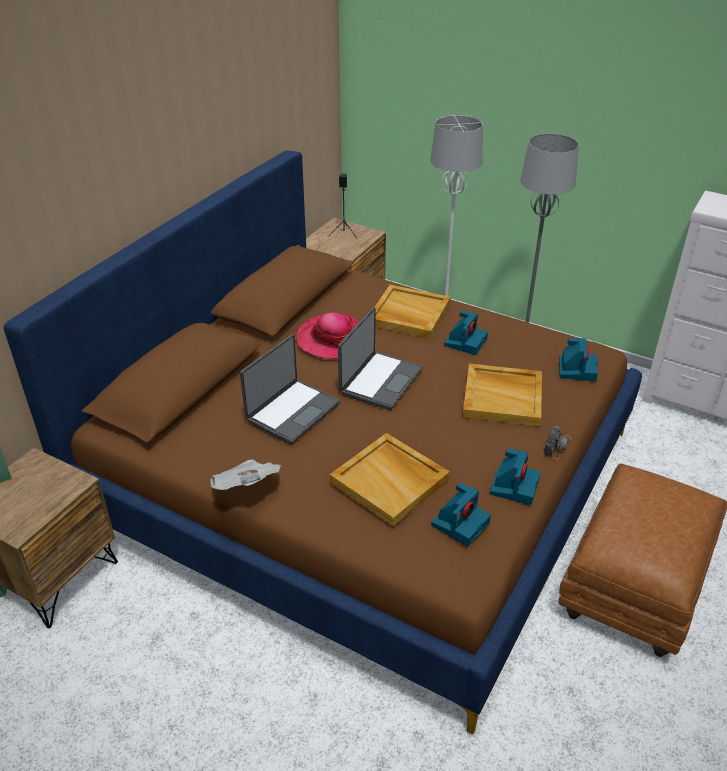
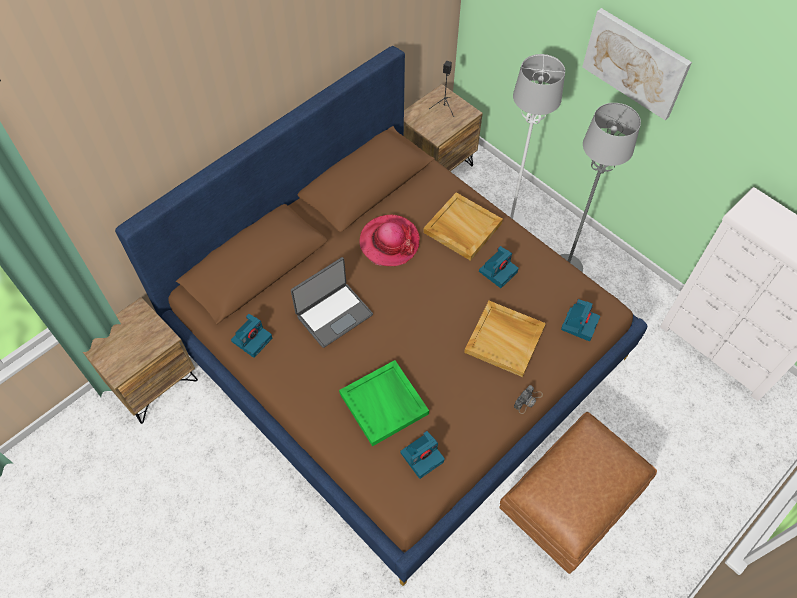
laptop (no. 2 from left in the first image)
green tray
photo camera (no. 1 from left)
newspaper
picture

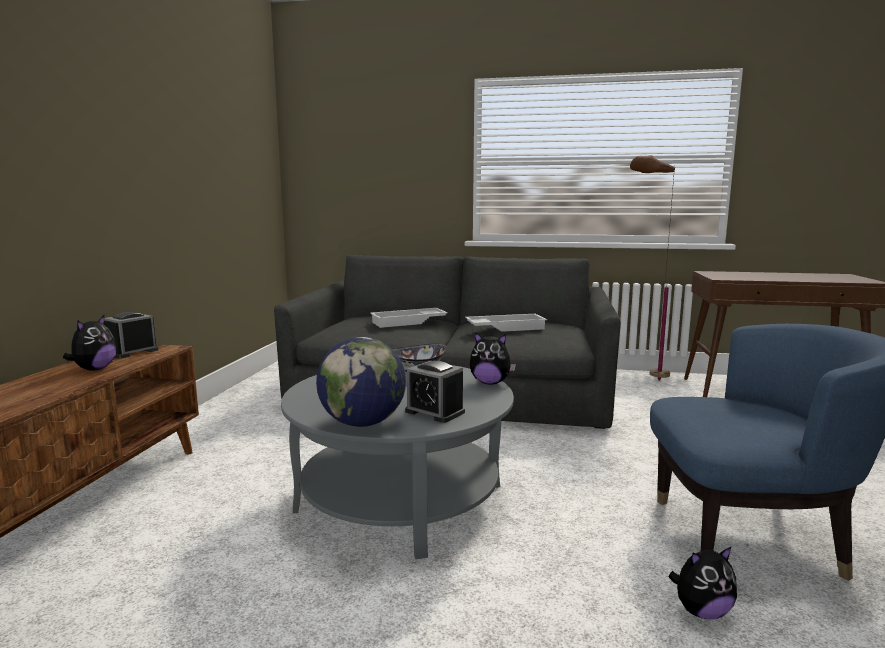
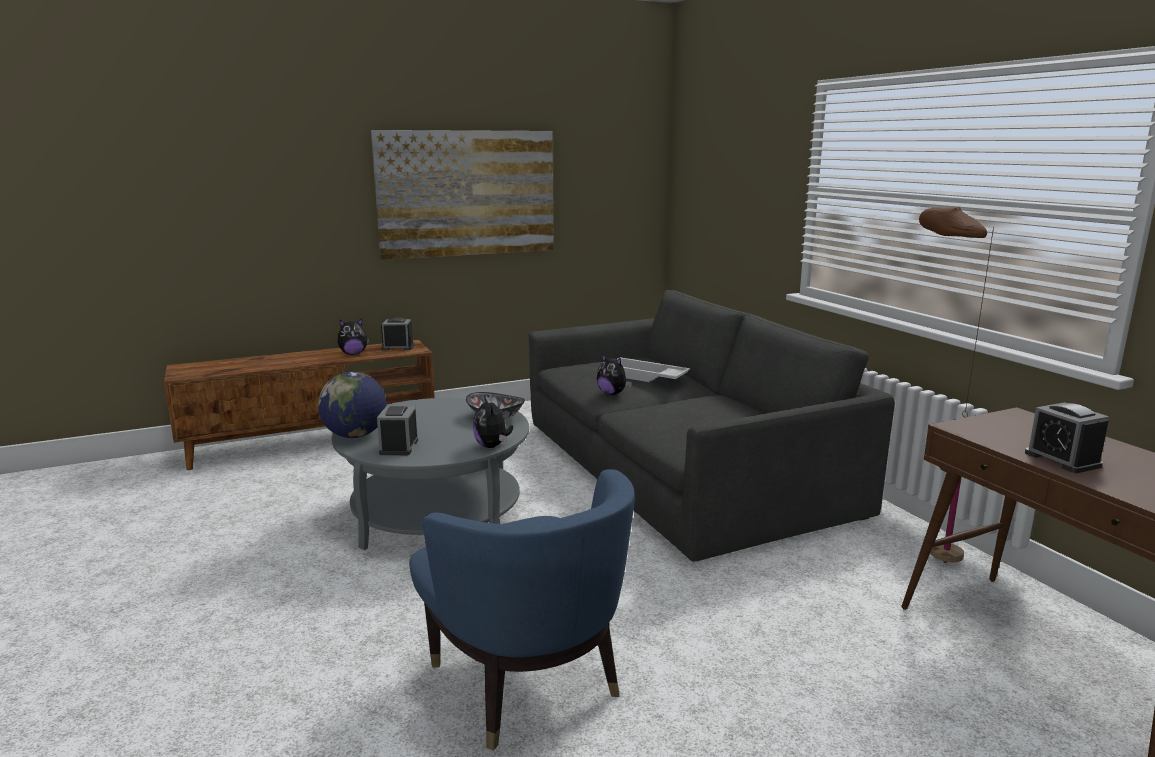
white tray (no. 2 from left in the first image)
plush toy (no. 3 from left)
picture
alarm clock (no. 3 from left)

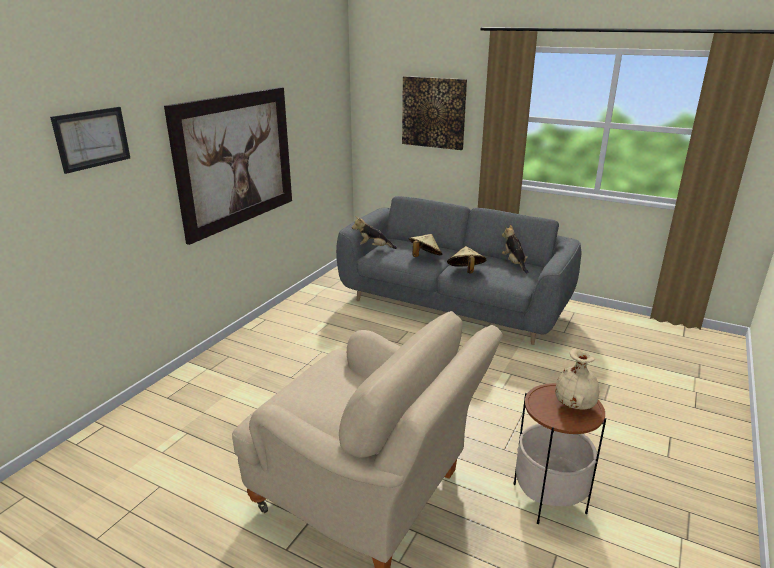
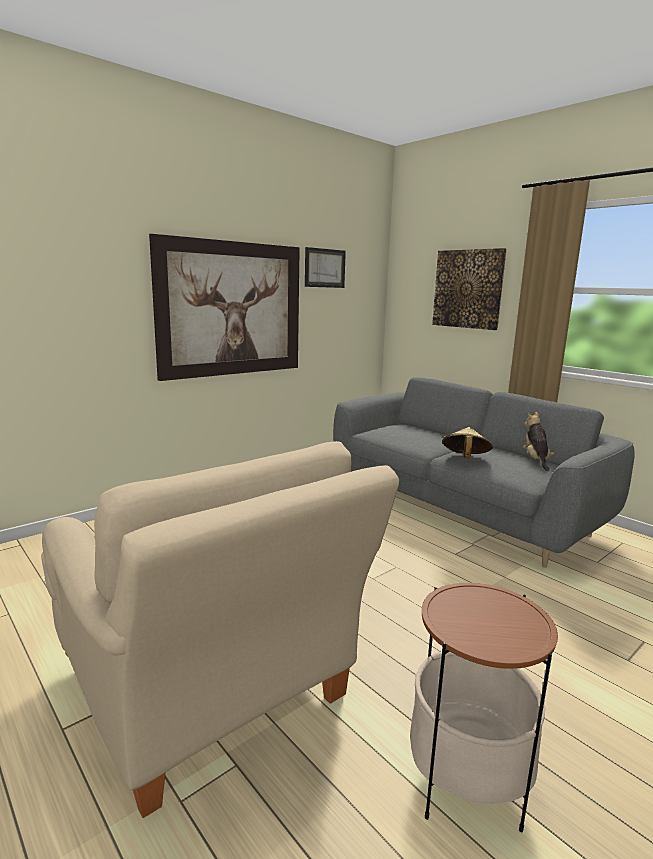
picture (no. 2 from left)
plush toy (no. 1 from left in the first image)
beige hat (no. 1 from left in the first image)
beige vase

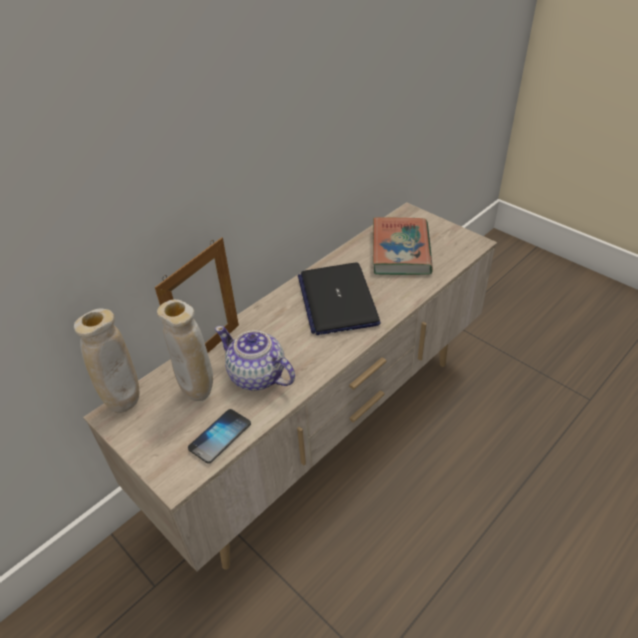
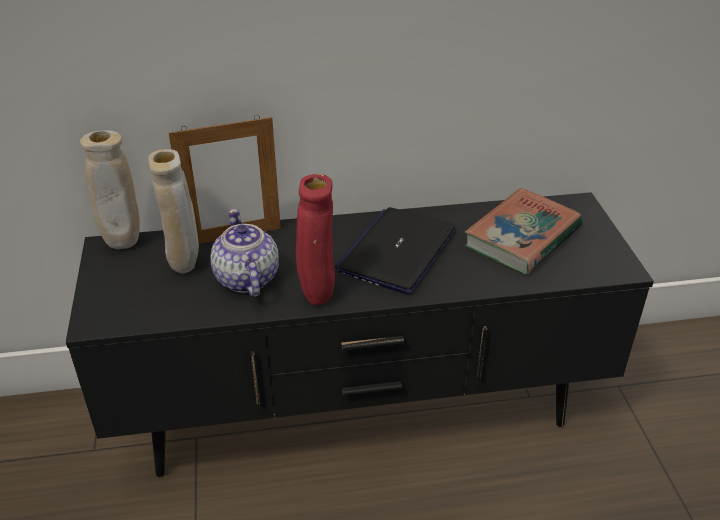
black tv stand
phone
red vase

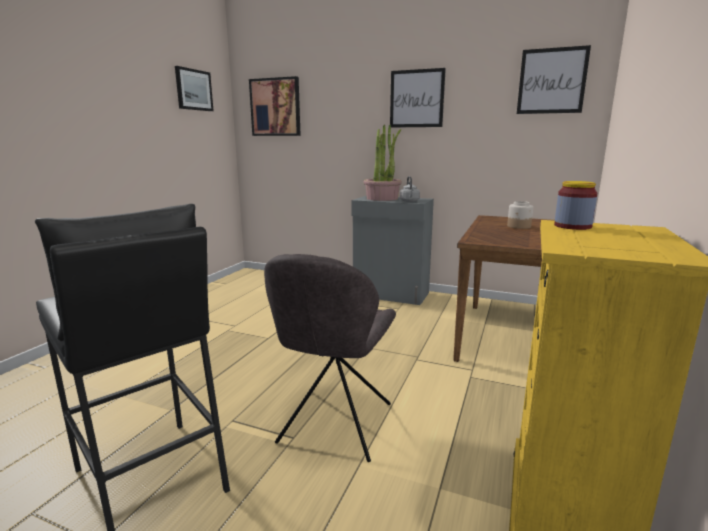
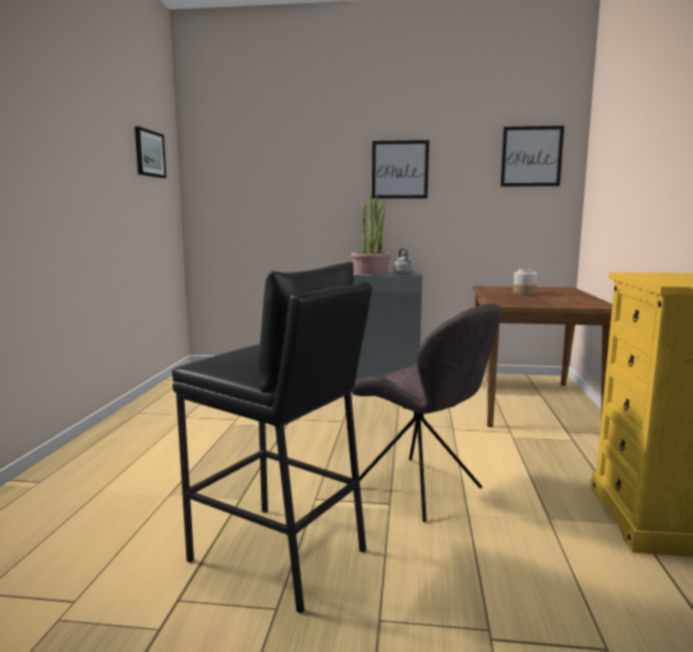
picture (no. 2 from left in the first image)
jar (no. 2 from left in the first image)
grey chair

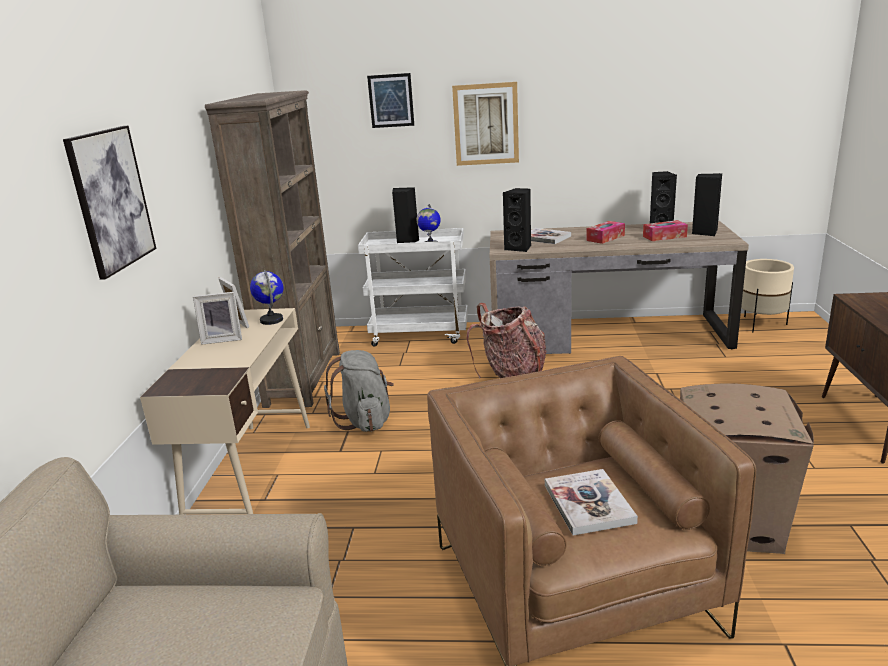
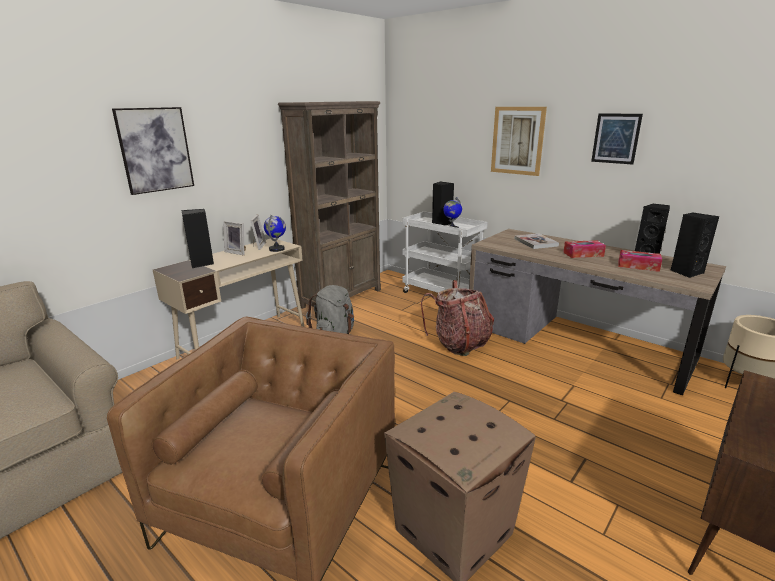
picture (no. 3 from left)
black speaker (no. 1 from left)
book (no. 2 from left in the first image)

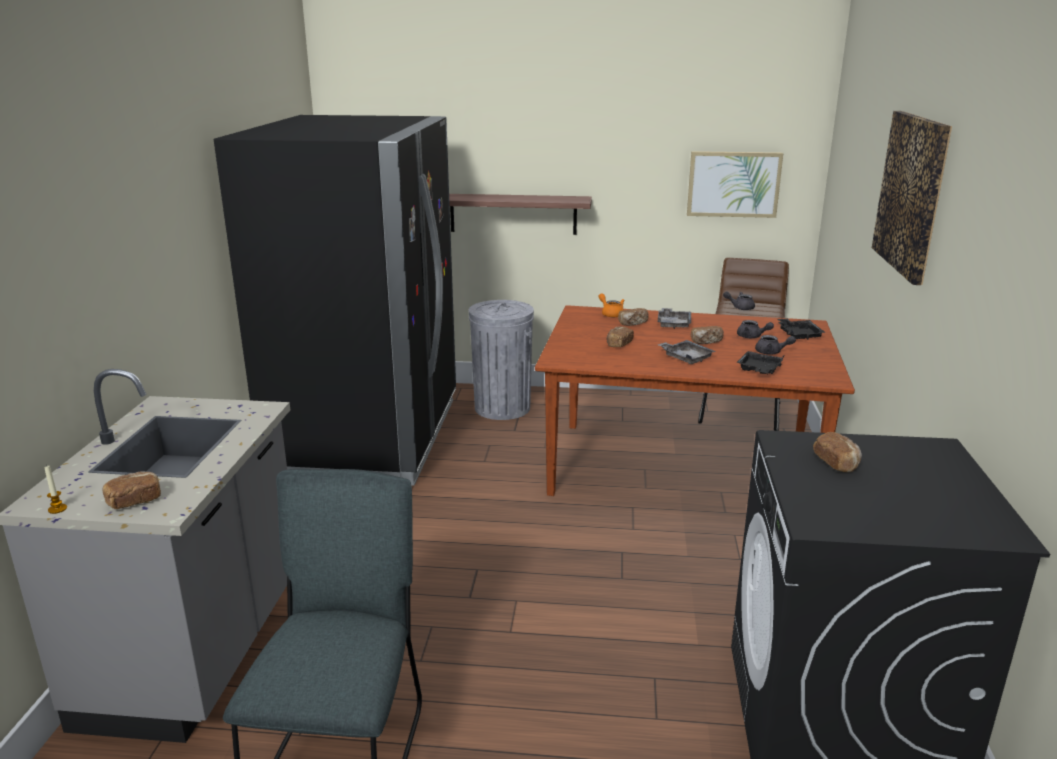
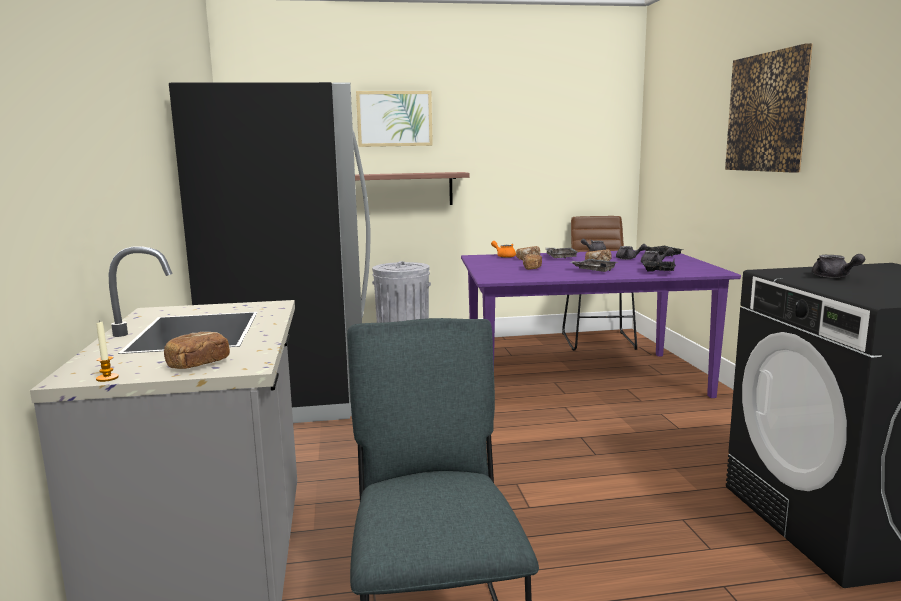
picture (no. 1 from left)
purple dining table
grey teapot (no. 4 from left)

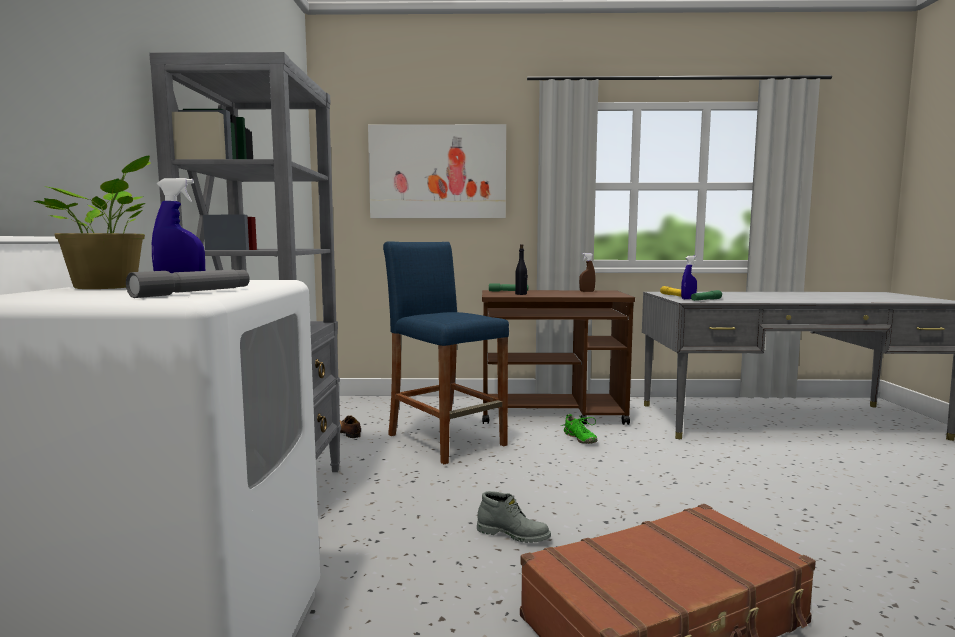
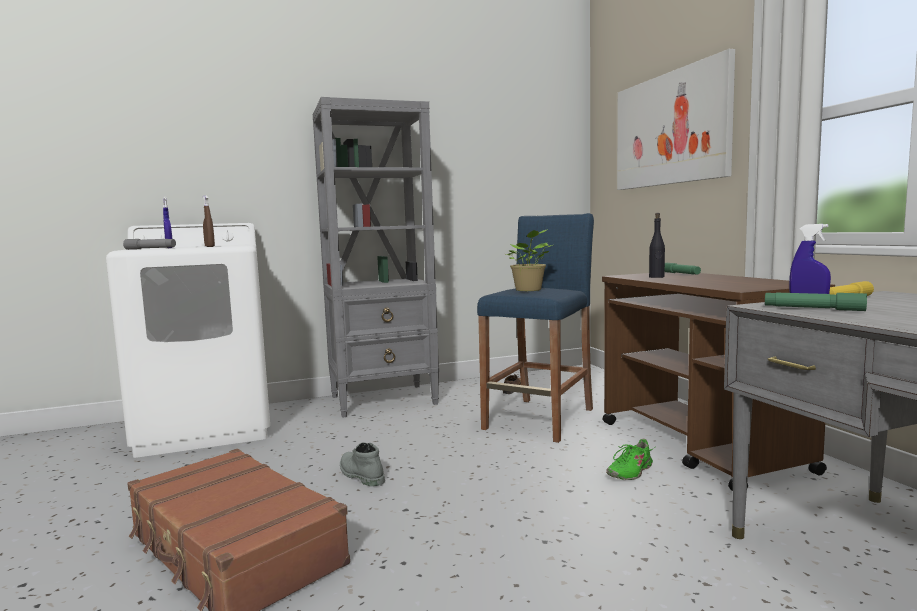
potted plant
brown spray bottle
grey boot

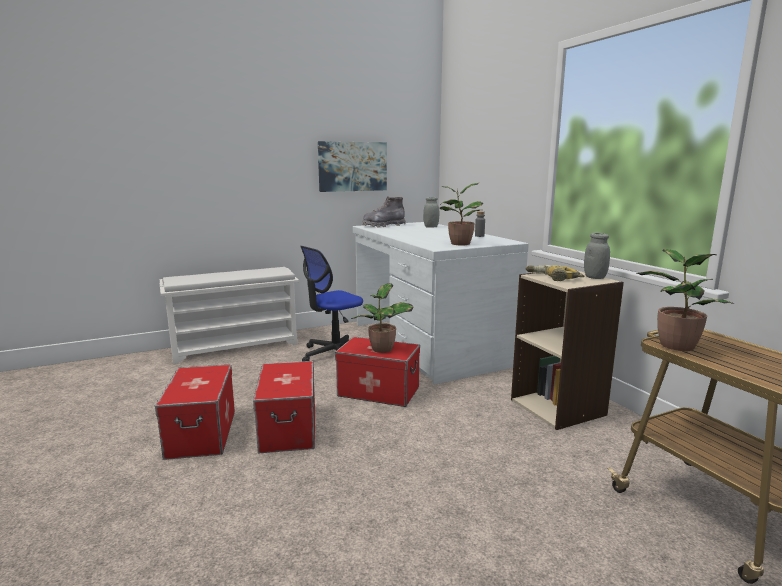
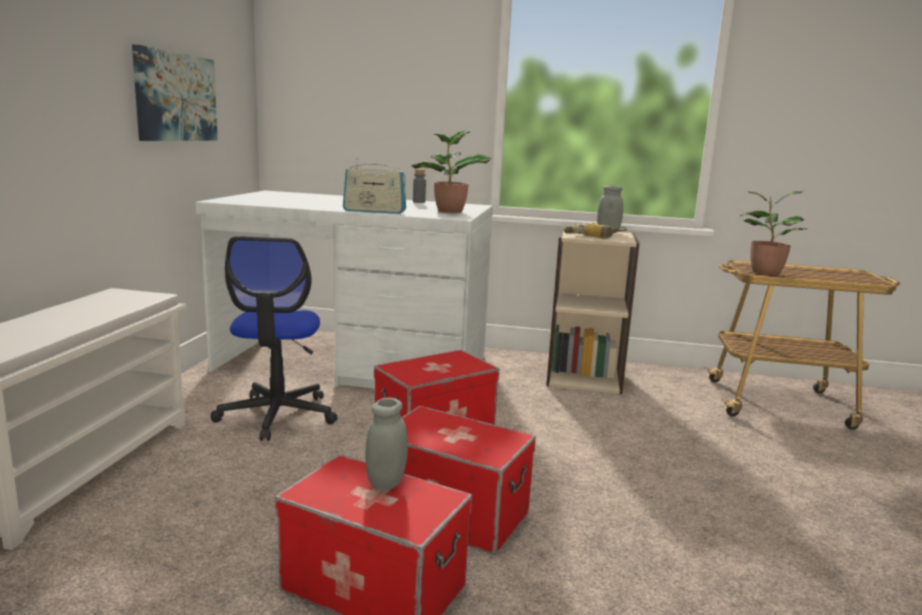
grey boot
grey jar (no. 1 from left)
potted plant (no. 1 from left in the first image)
radio

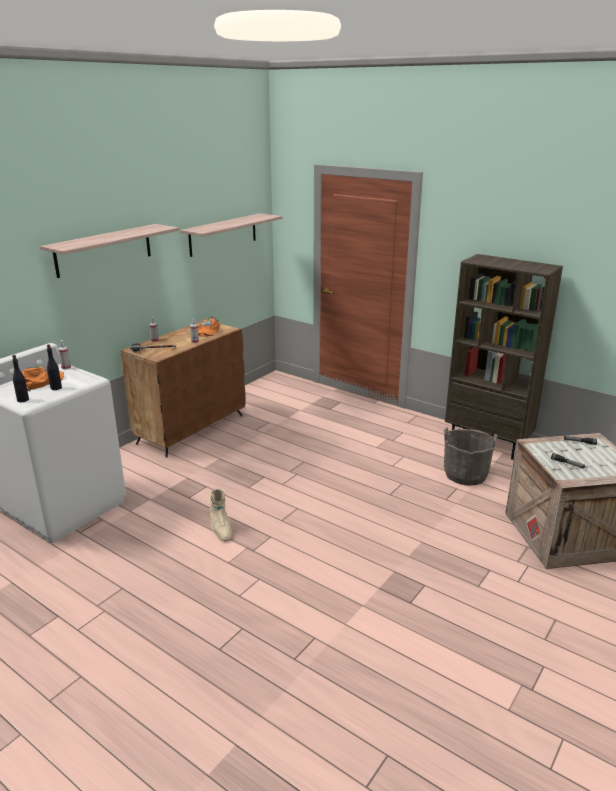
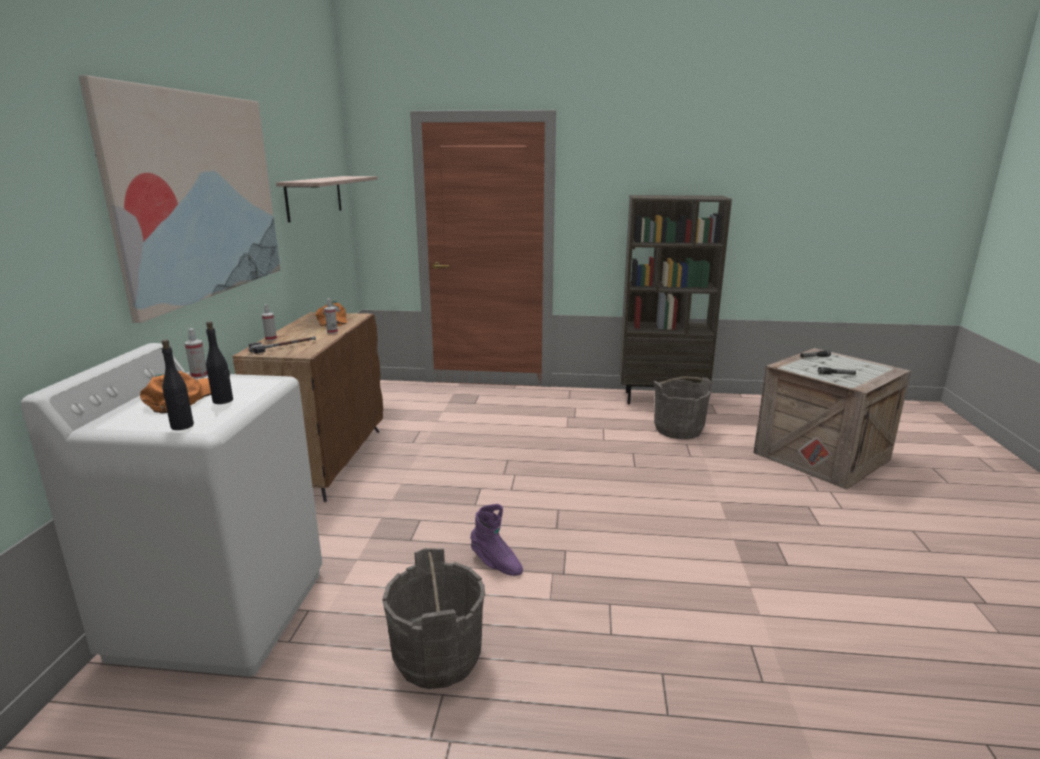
picture
purple boot
grey bucket (no. 1 from left)

